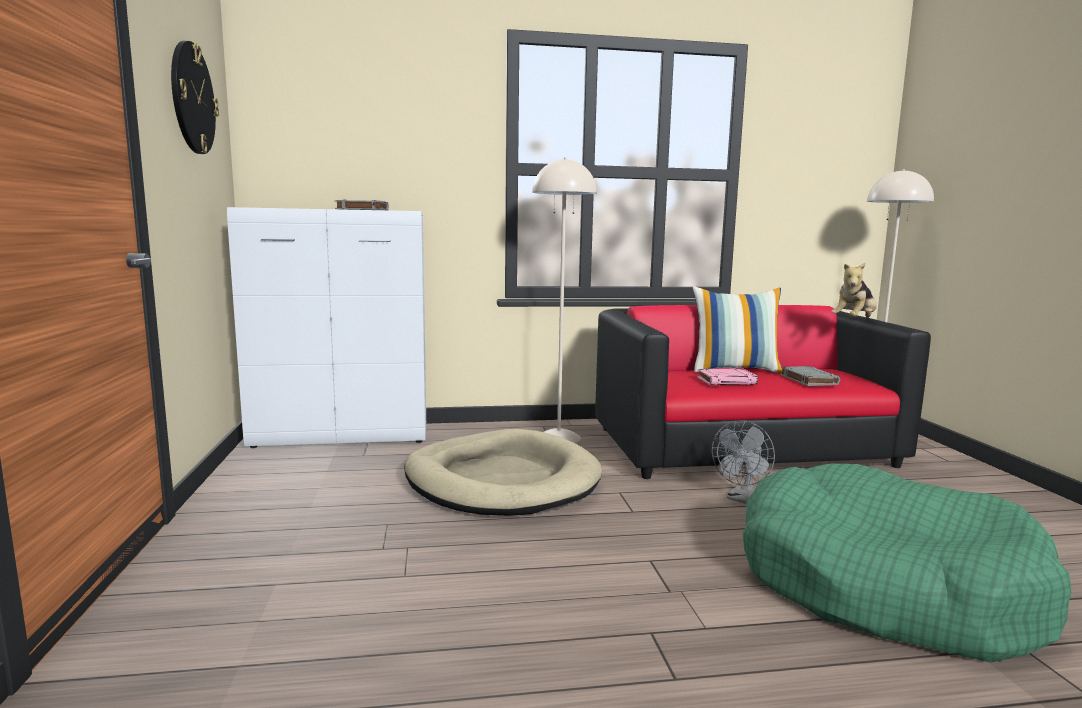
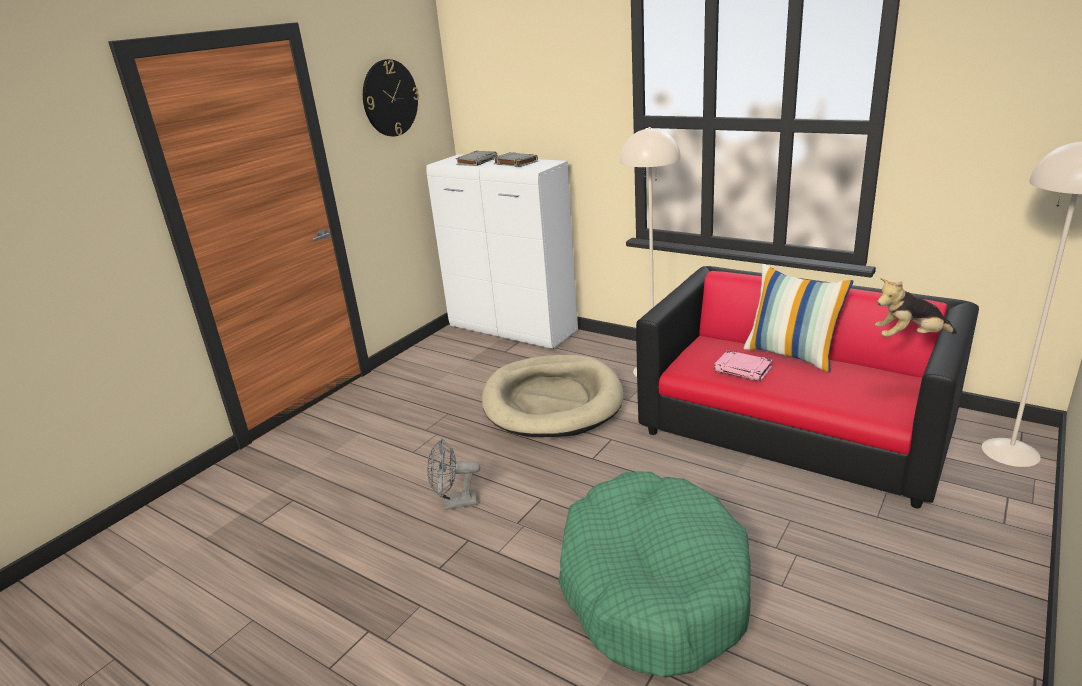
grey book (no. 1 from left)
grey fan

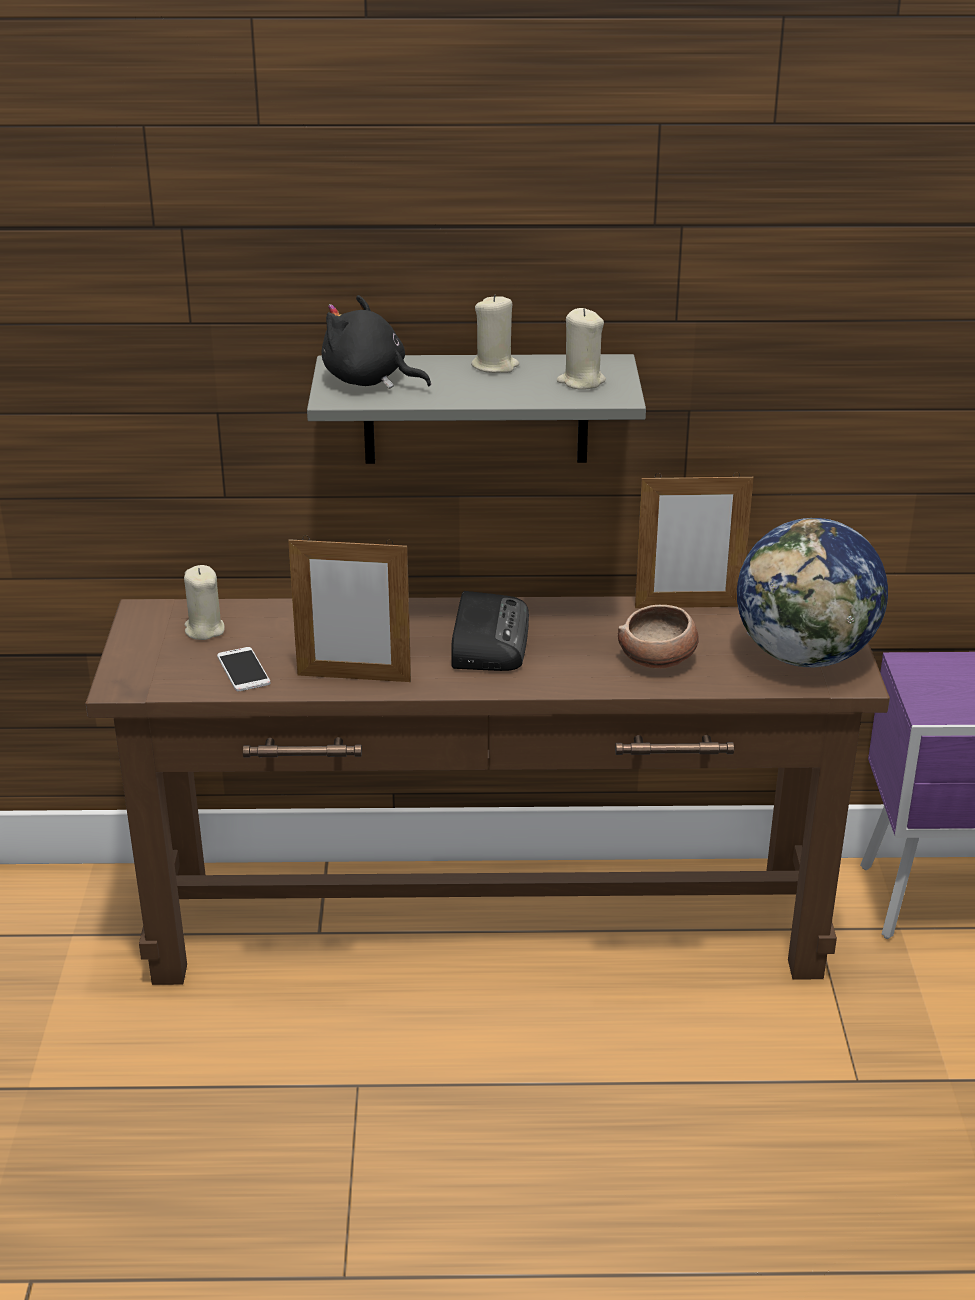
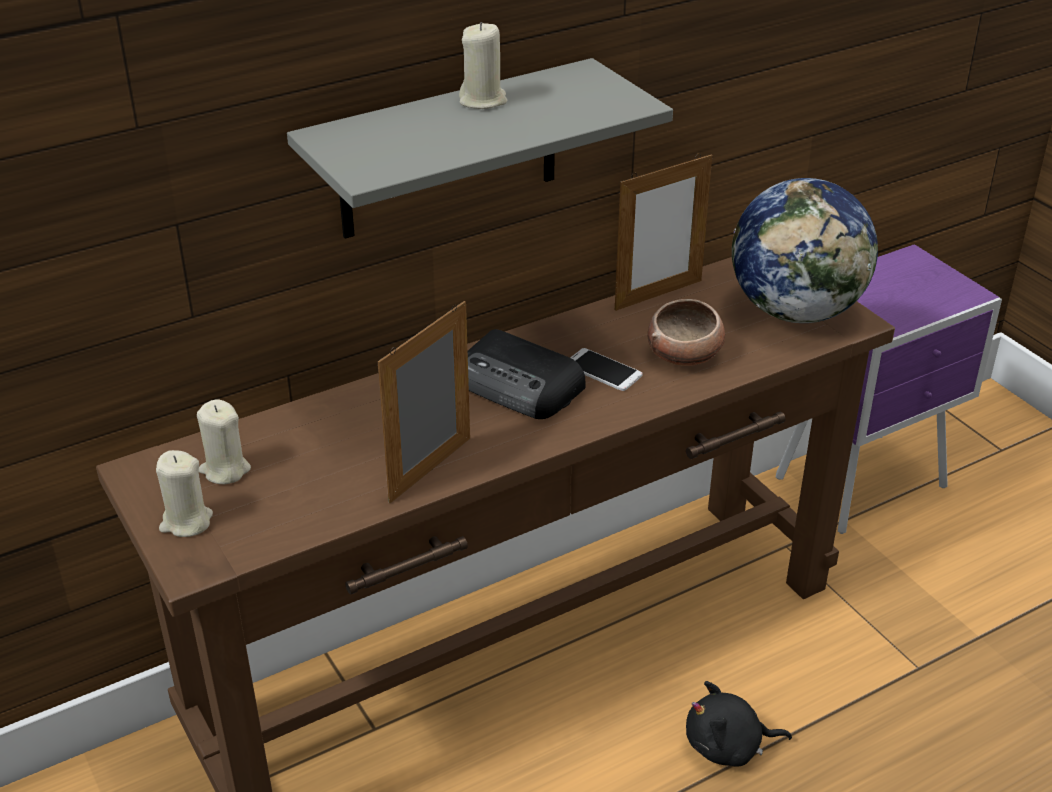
black plush toy
beige candle (no. 1 from left)
picture frame (no. 1 from left)
radio
phone

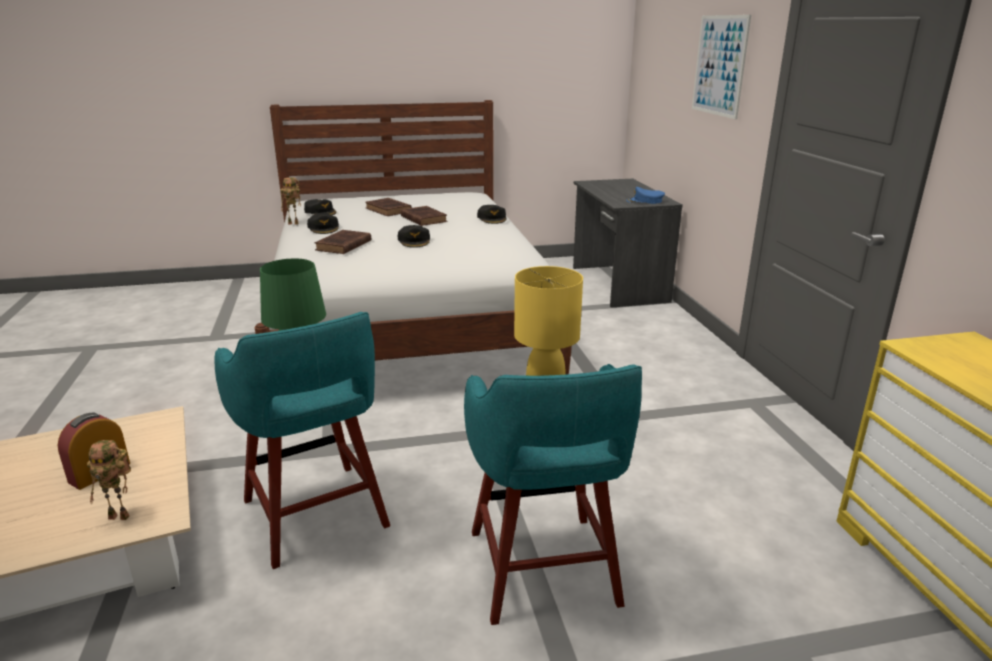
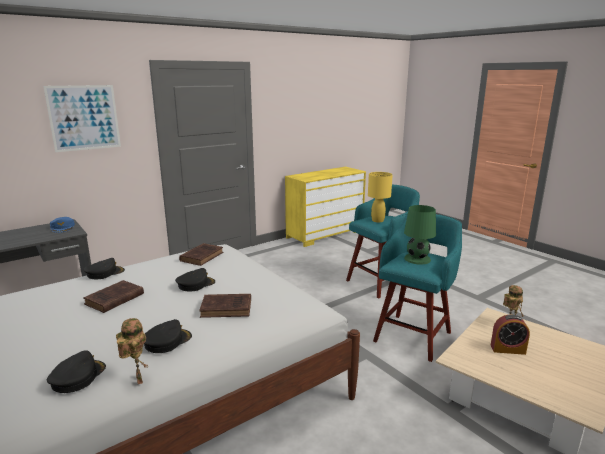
brown book (no. 2 from left)

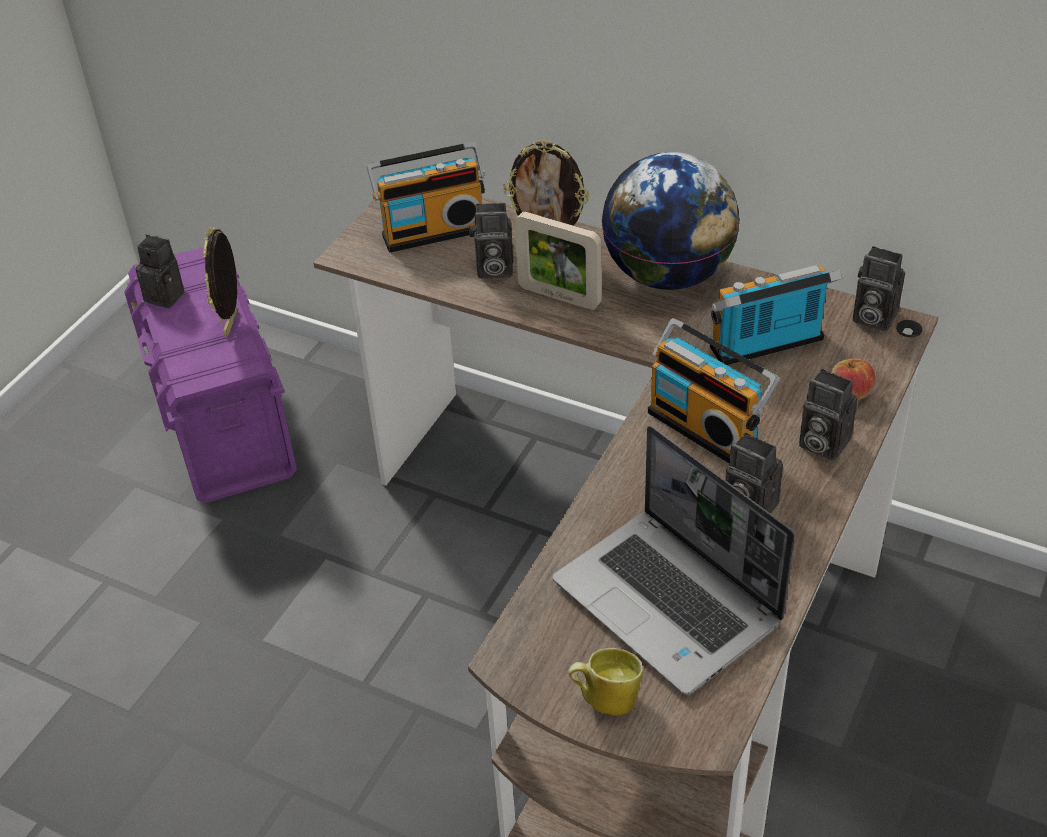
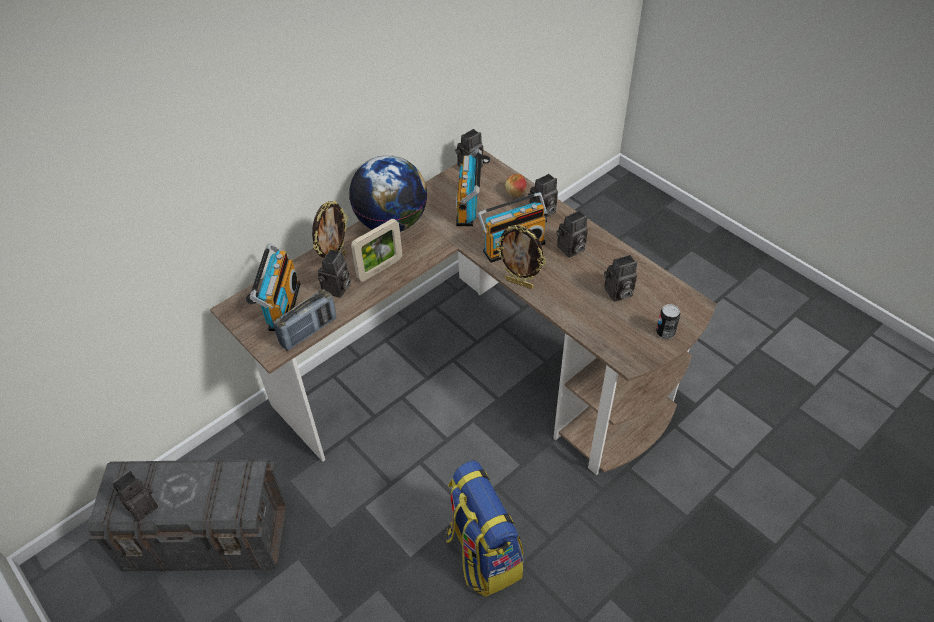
picture frame (no. 3 from left)
grey storage box
photo camera (no. 6 from left)
can
radio (no. 2 from left)
backpack

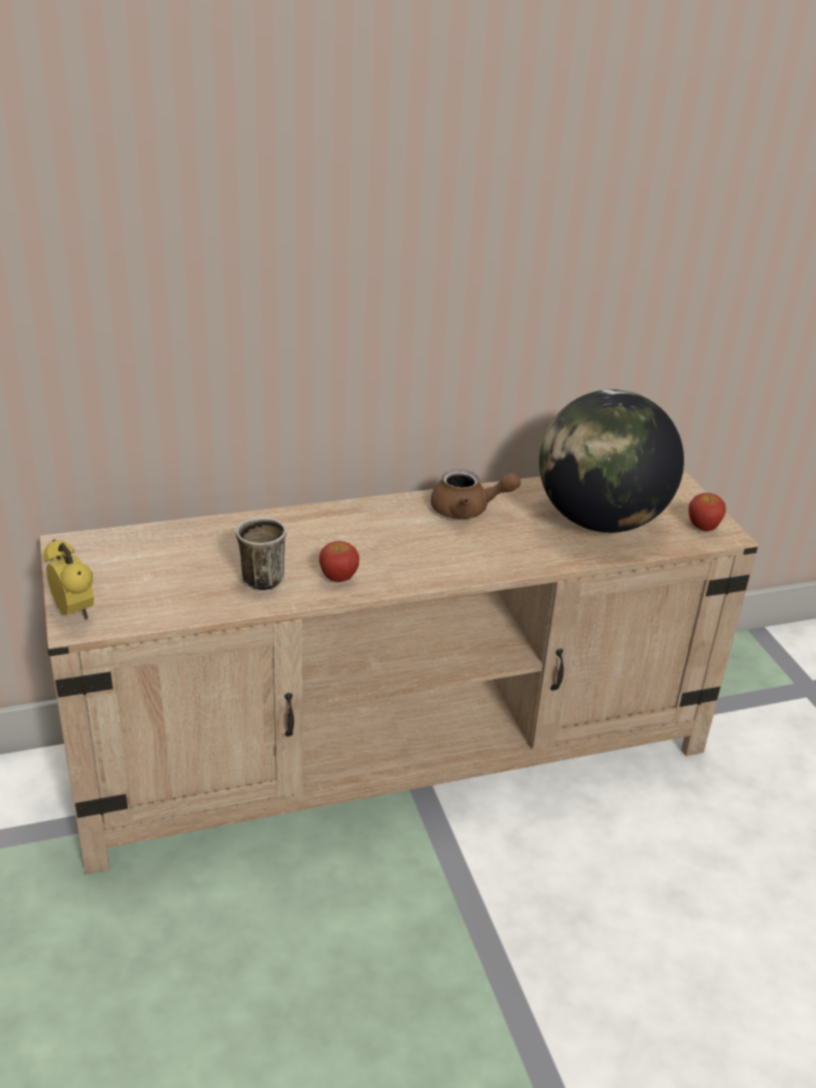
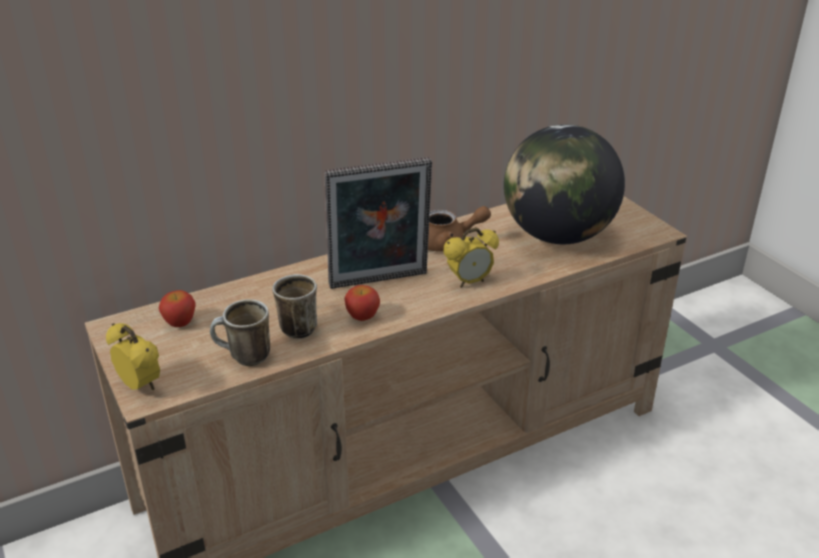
apple (no. 1 from left)
picture frame
alarm clock (no. 2 from left)
mug (no. 1 from left)

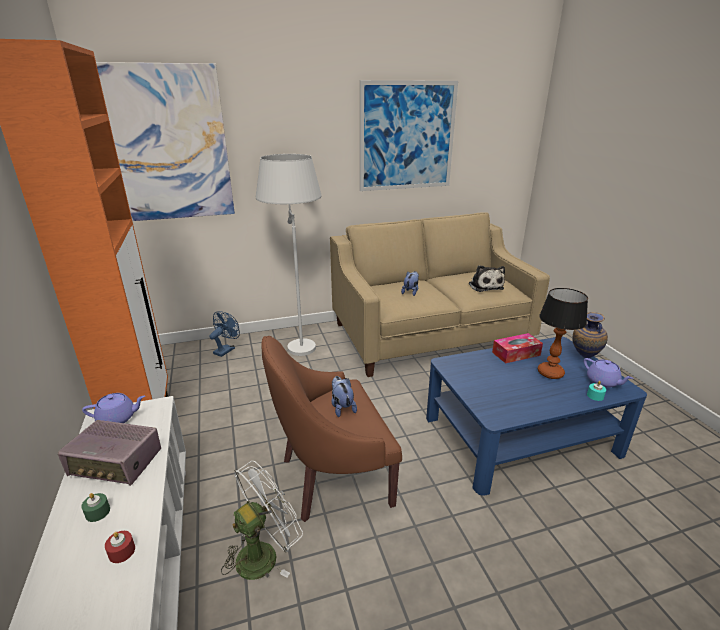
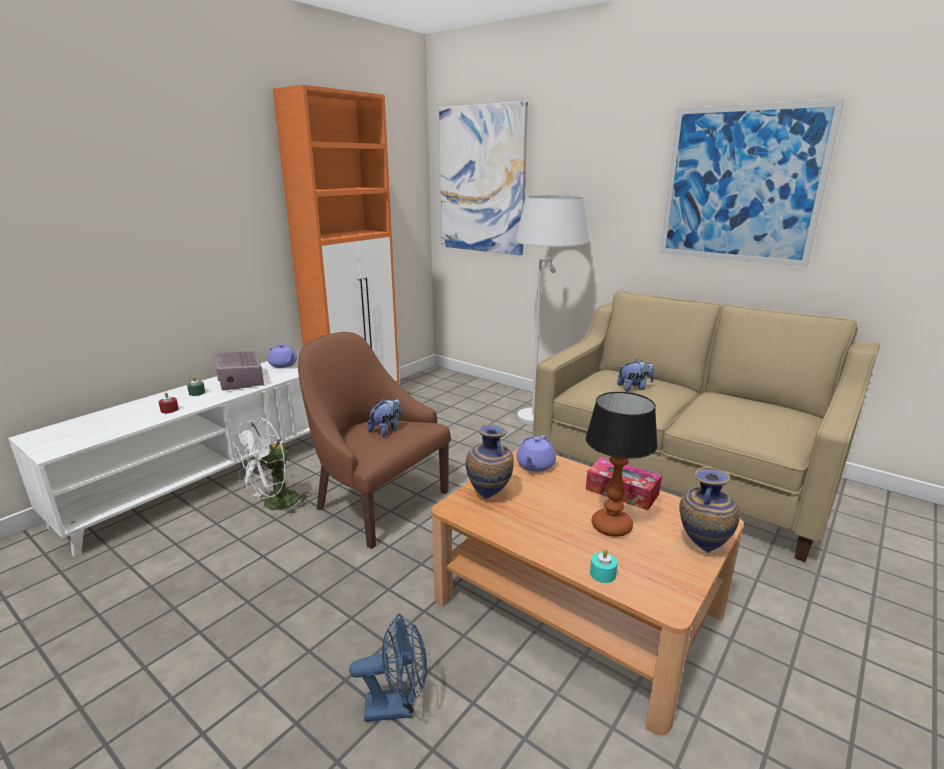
plush toy (no. 3 from left in the first image)
blue fan
brown coffee table
purple teapot (no. 2 from left)
white fan
vase (no. 1 from left)

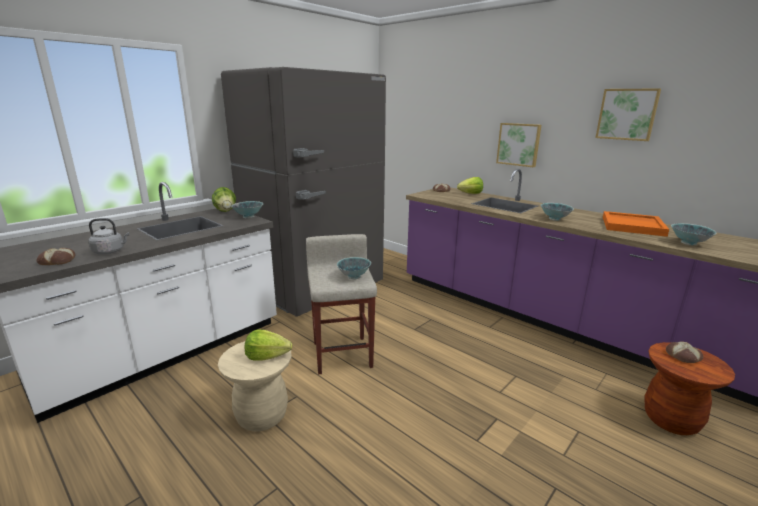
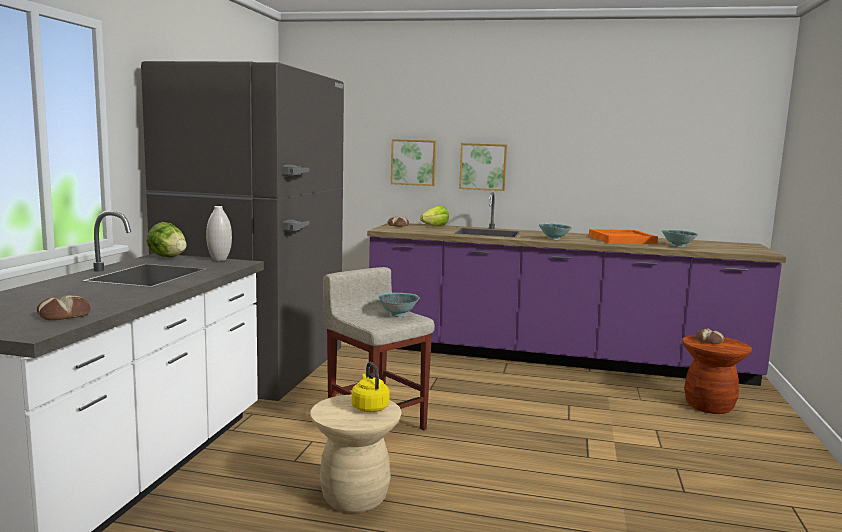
picture (no. 1 from left)
white vase
grey kettle
yellow kettle

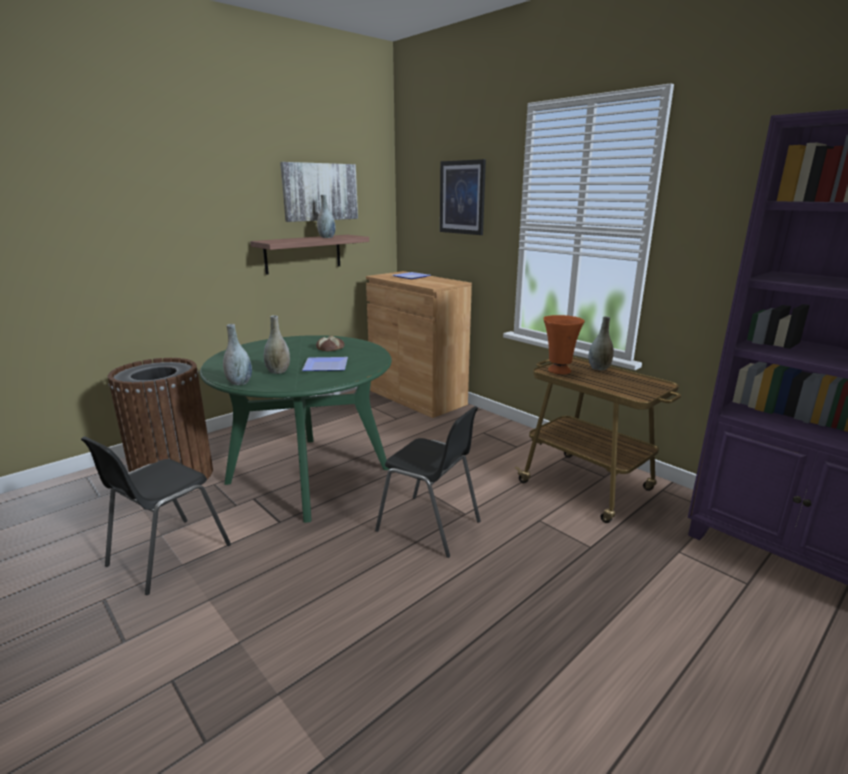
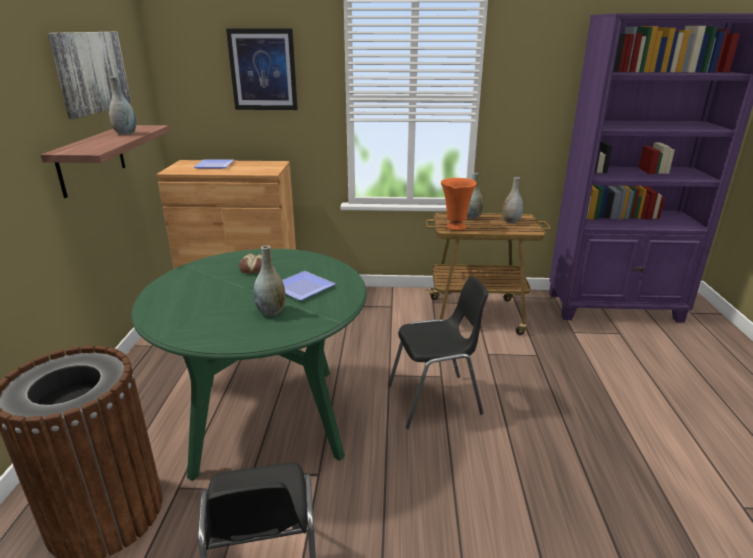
grey vase (no. 4 from left)

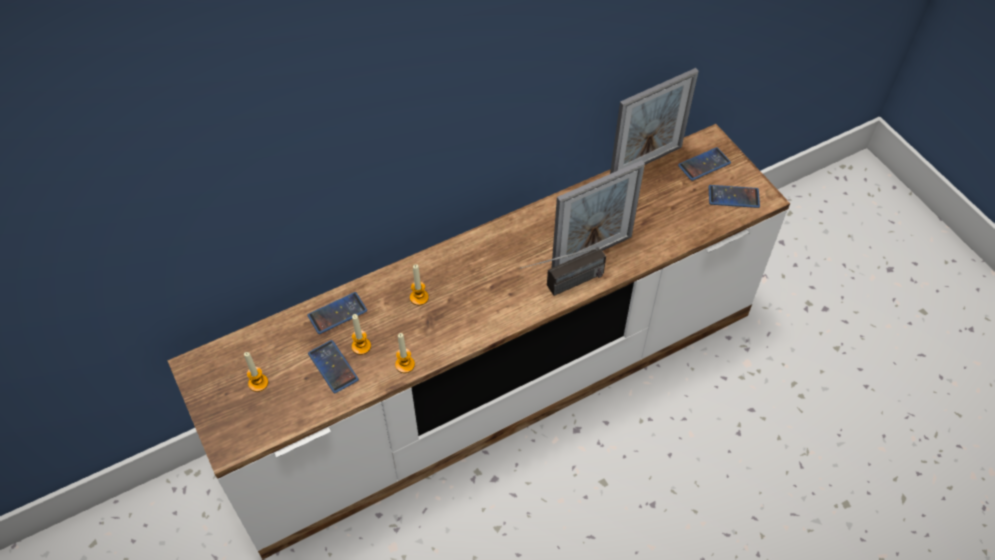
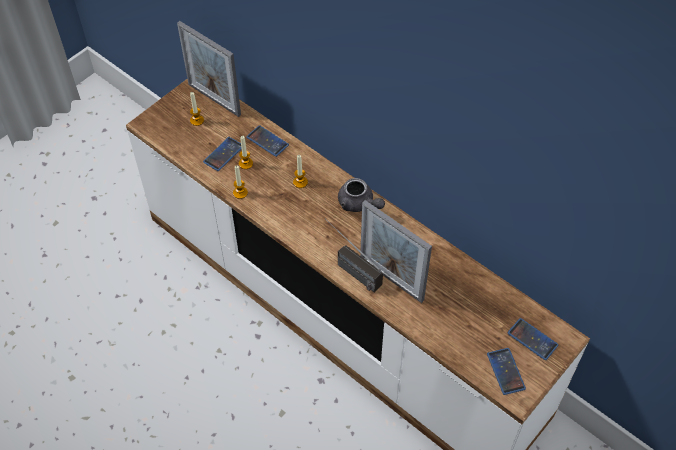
picture frame (no. 1 from left)
grey teapot

